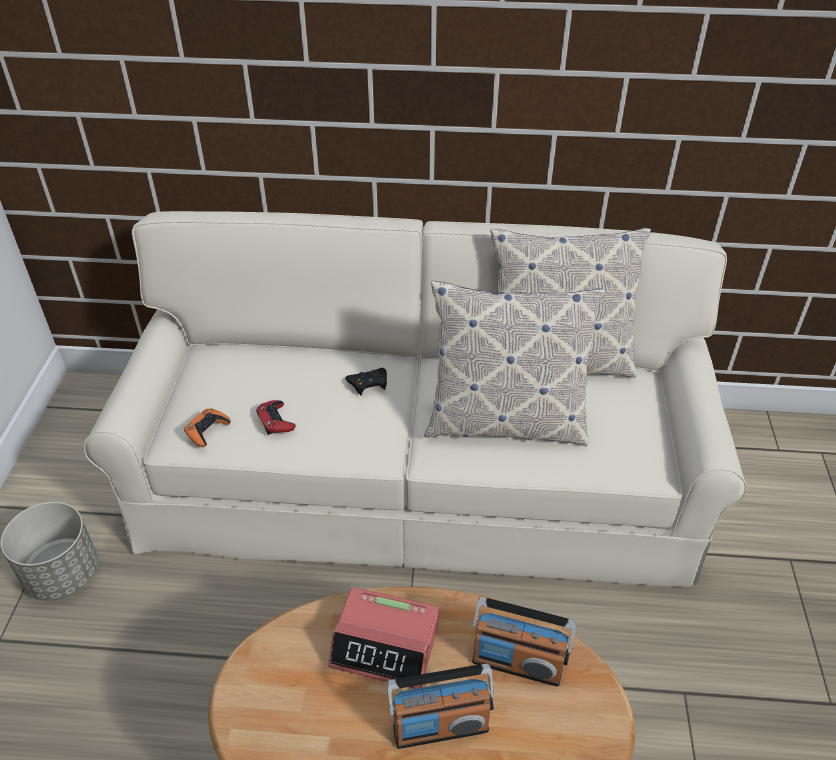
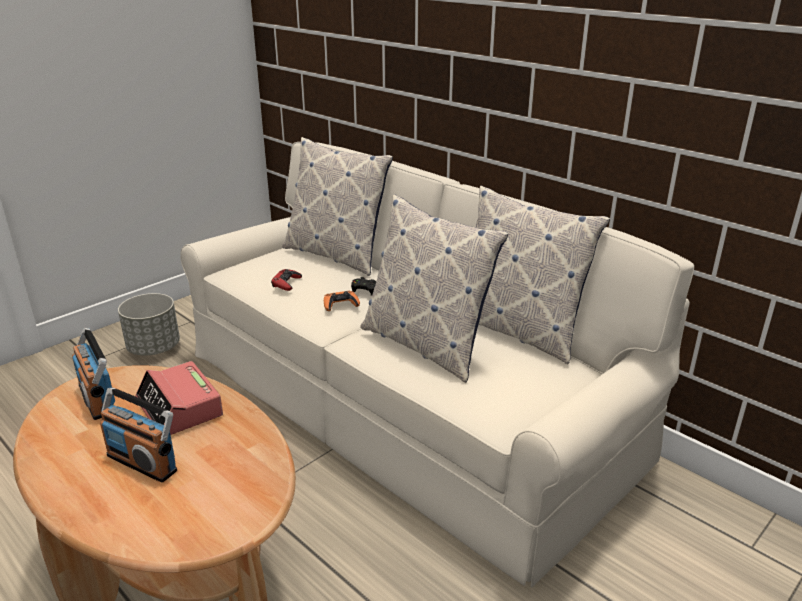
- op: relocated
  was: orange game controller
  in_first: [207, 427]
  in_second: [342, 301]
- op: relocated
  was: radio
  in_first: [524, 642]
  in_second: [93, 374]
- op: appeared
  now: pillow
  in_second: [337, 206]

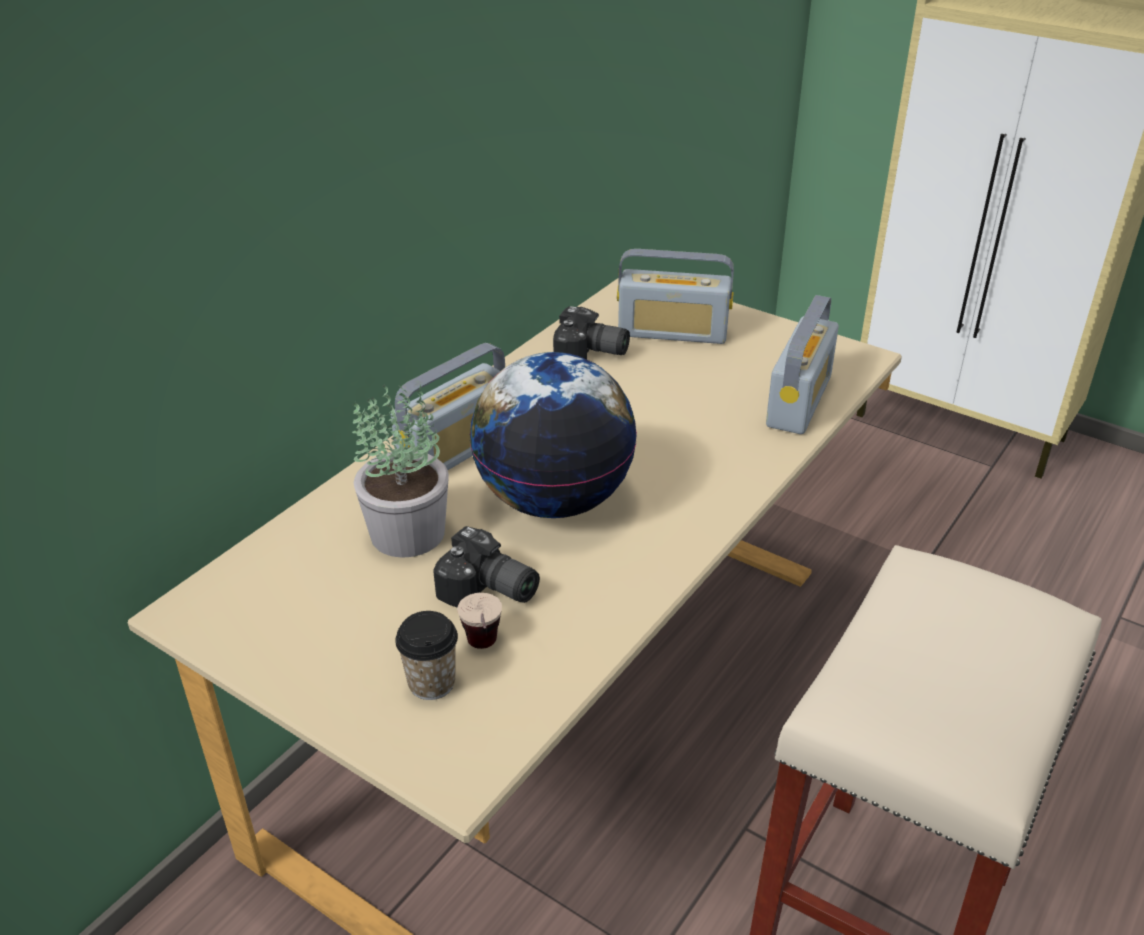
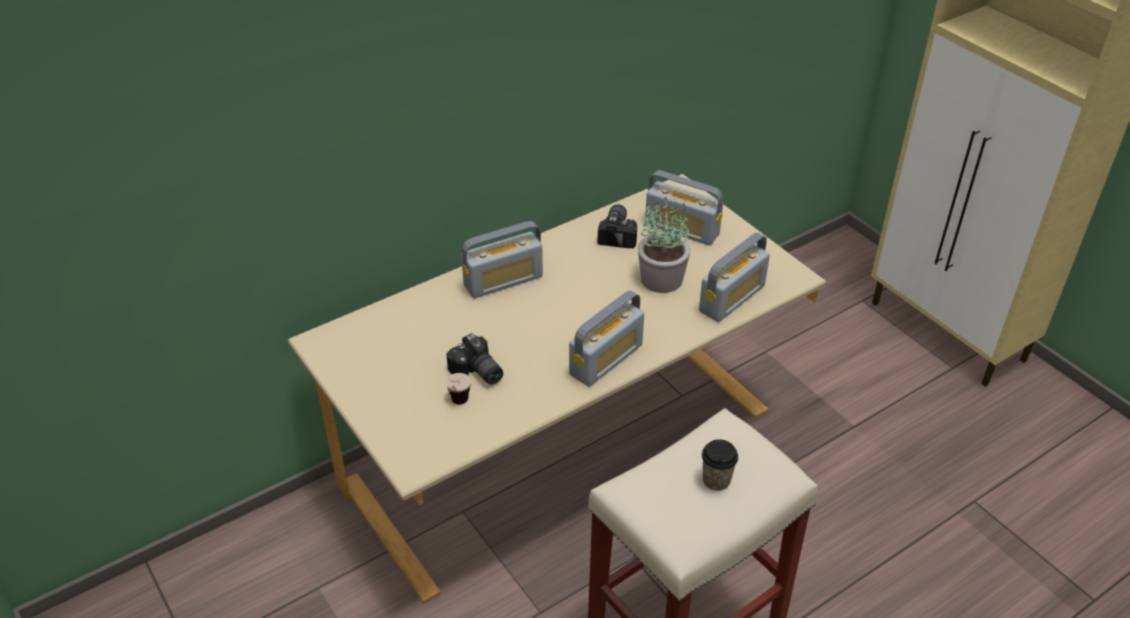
- op: relocated
  was: potted plant
  in_first: [400, 469]
  in_second: [664, 245]
- op: relocated
  was: cup
  in_first: [426, 655]
  in_second: [720, 465]
- op: missing
  was: globe
  in_first: [553, 435]
- op: spun
  was: photo camera
  in_first: [591, 332]
  in_second: [617, 226]
  clockwise: -120
- op: appeared
  now: radio
  in_second: [606, 338]

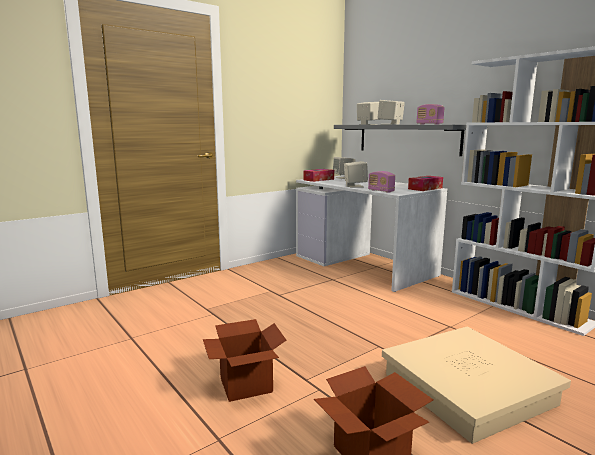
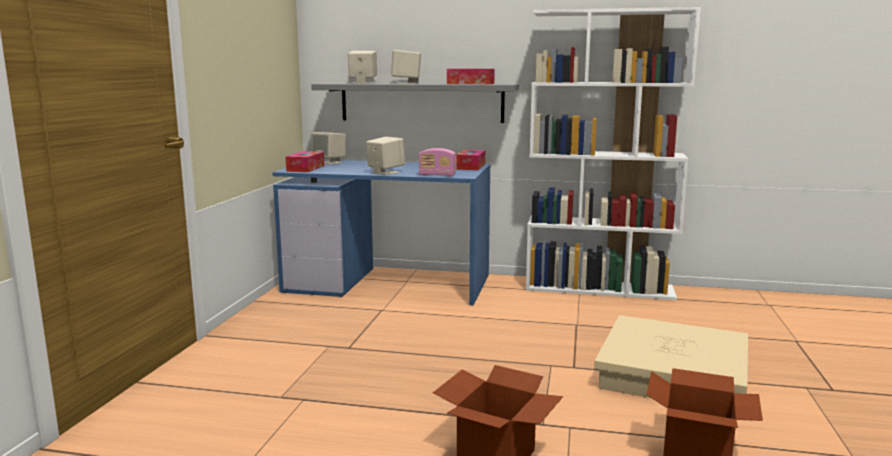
- op: colour
  was: white desk
  now: blue desk
  in_first: [371, 233]
  in_second: [381, 233]
- op: exchanged
  was: radio
  now: tissue box
  in_first: [430, 114]
  in_second: [471, 76]

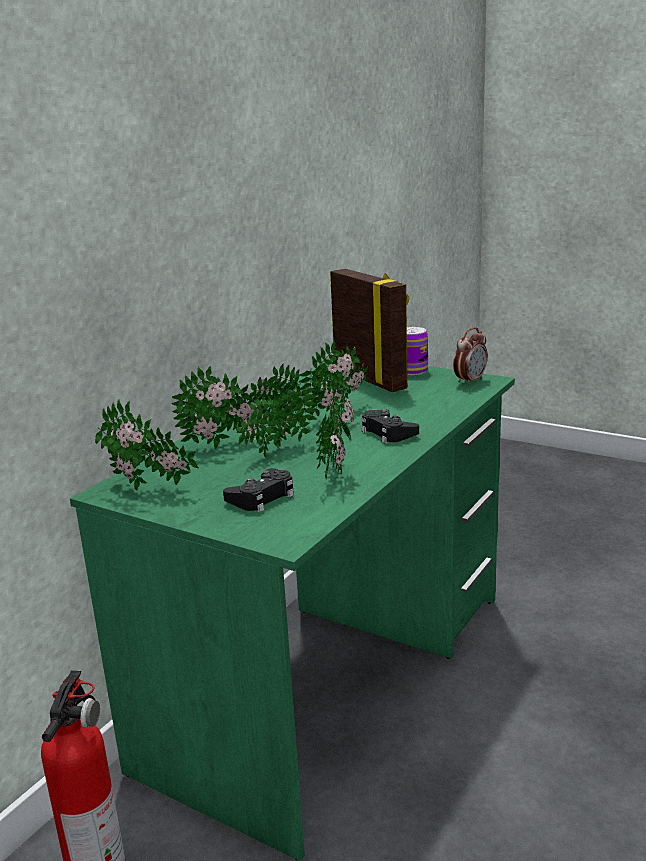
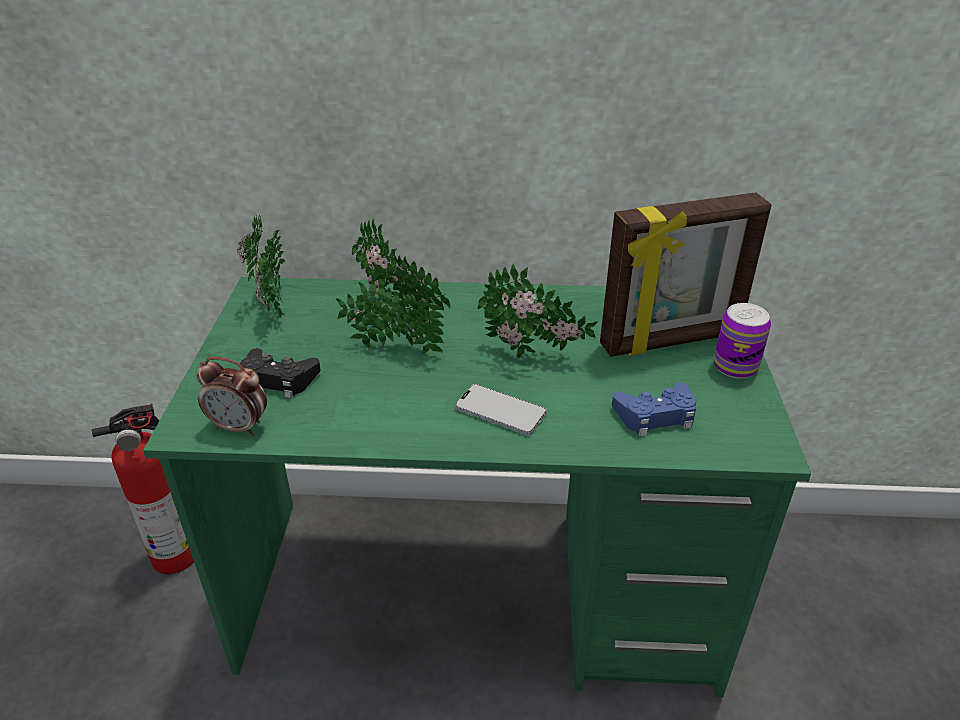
- op: missing
  was: potted plant
  in_first: [335, 432]
- op: spun
  was: picture frame
  in_first: [369, 330]
  in_second: [686, 274]
  clockwise: 45
- op: exchanged
  was: black game controller
  now: phone
  in_first: [390, 426]
  in_second: [501, 409]
- op: relocated
  was: alarm clock
  in_first: [470, 356]
  in_second: [232, 396]
- op: appeared
  now: blue game controller
  in_second: [654, 409]

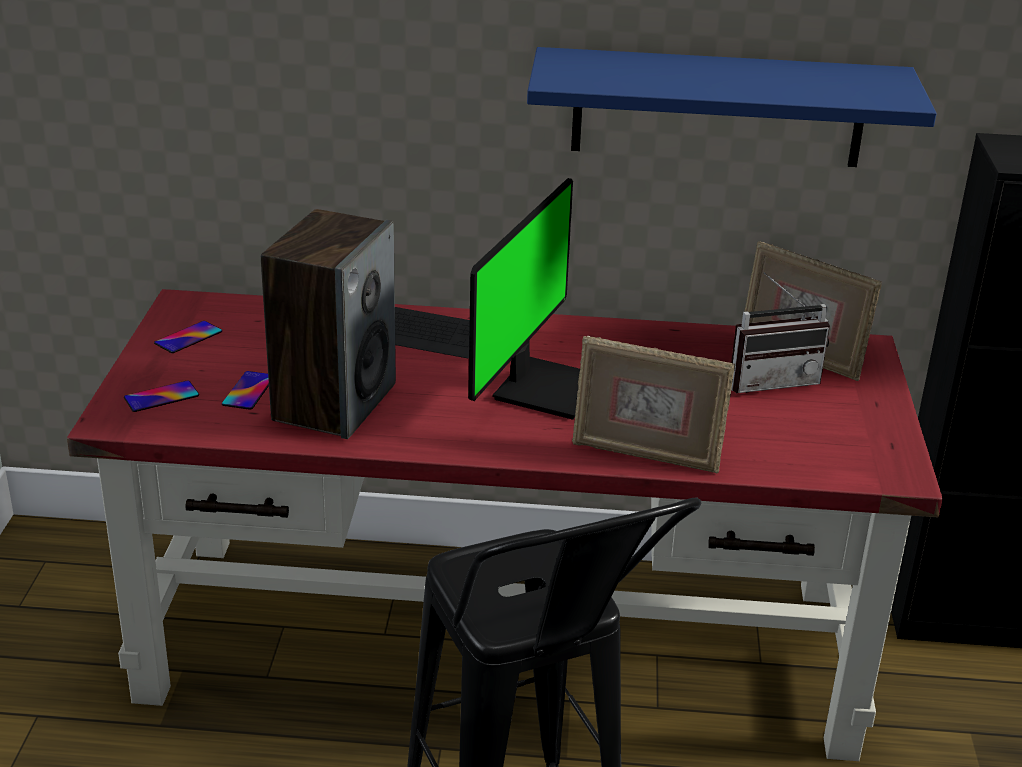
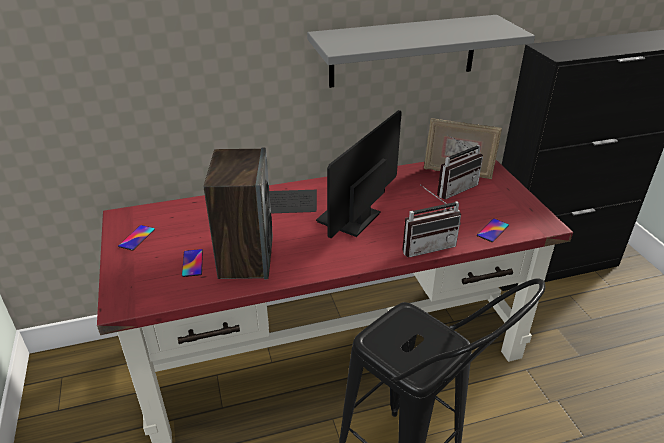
- op: relocated
  was: phone
  in_first: [161, 396]
  in_second: [493, 230]
- op: spun
  was: monitor
  in_first: [524, 299]
  in_second: [359, 174]
  clockwise: -150
- op: colour
  was: blue shelf
  now: grey shelf
  in_first: [731, 107]
  in_second: [421, 51]
- op: exchanged
  was: picture frame
  now: radio
  in_first: [653, 404]
  in_second: [431, 220]

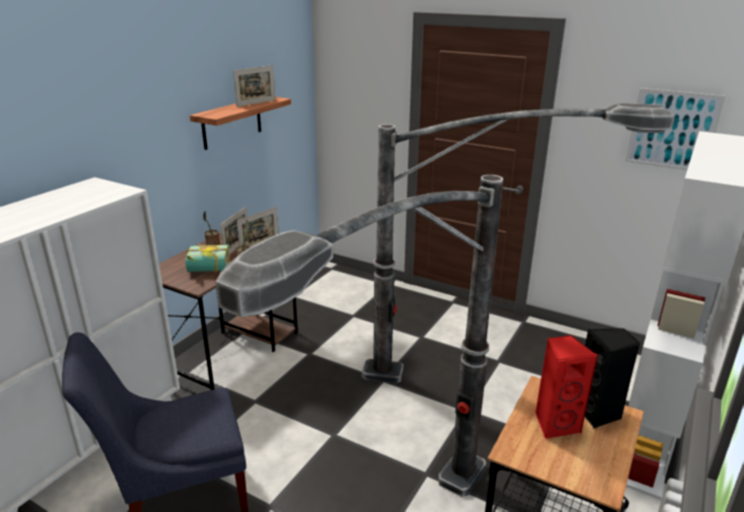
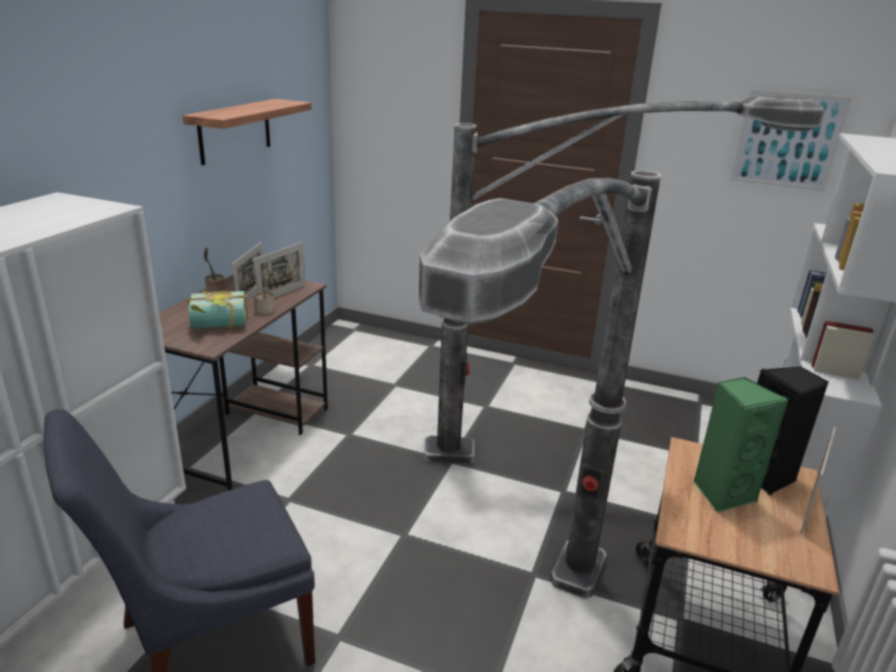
- op: relocated
  was: picture frame
  in_first: [254, 86]
  in_second: [818, 480]
- op: colour
  was: red speaker
  now: green speaker
  in_first: [566, 387]
  in_second: [740, 445]

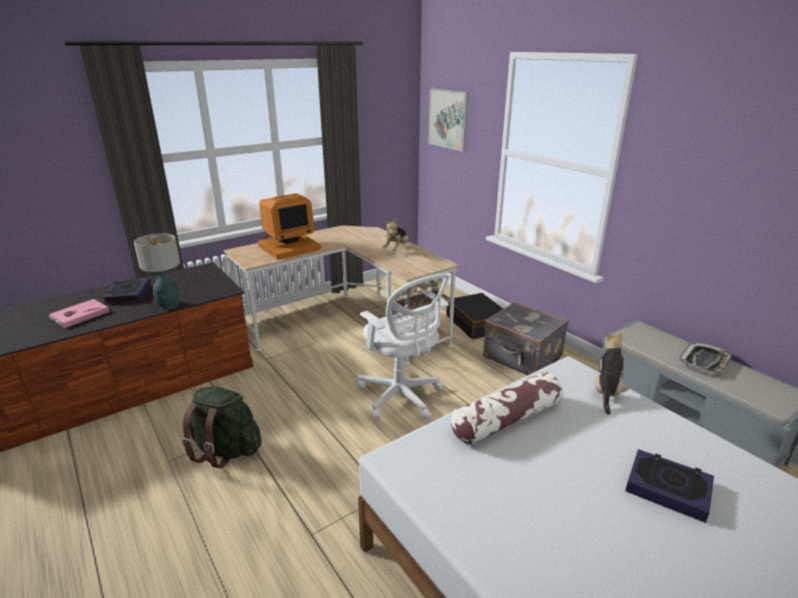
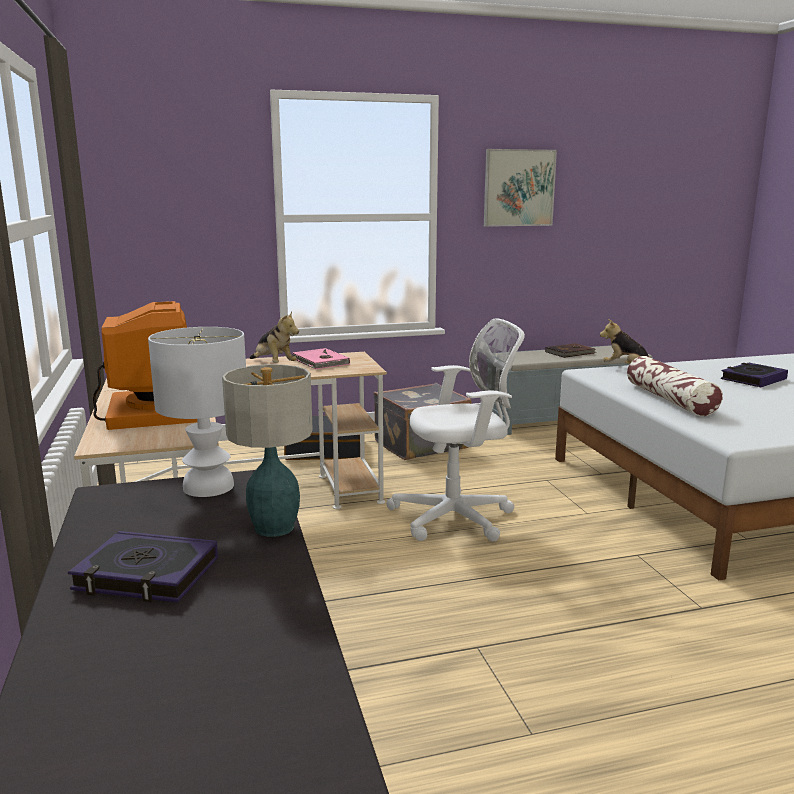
- op: relocated
  was: pink book
  in_first: [78, 313]
  in_second: [321, 358]
- op: missing
  was: green backpack
  in_first: [222, 427]
- op: relocated
  was: picture
  in_first: [448, 120]
  in_second: [520, 188]
- op: exchanged
  was: tray
  now: brown book
  in_first: [705, 357]
  in_second: [570, 350]
- op: appeared
  now: white table lamp
  in_second: [197, 412]

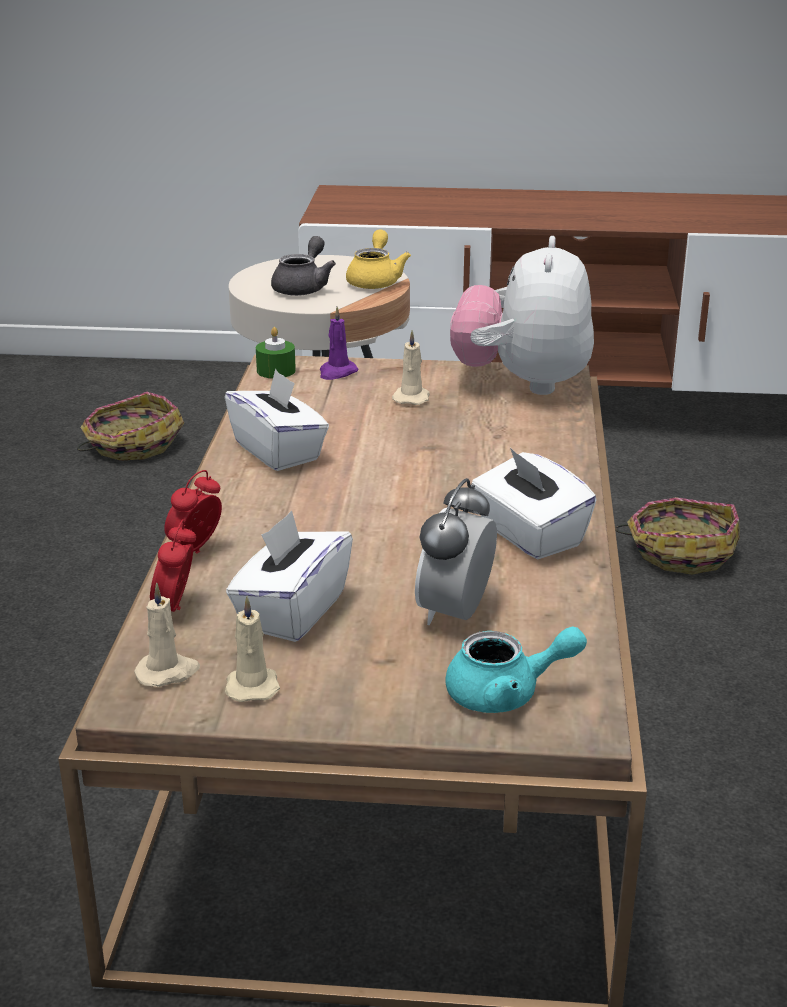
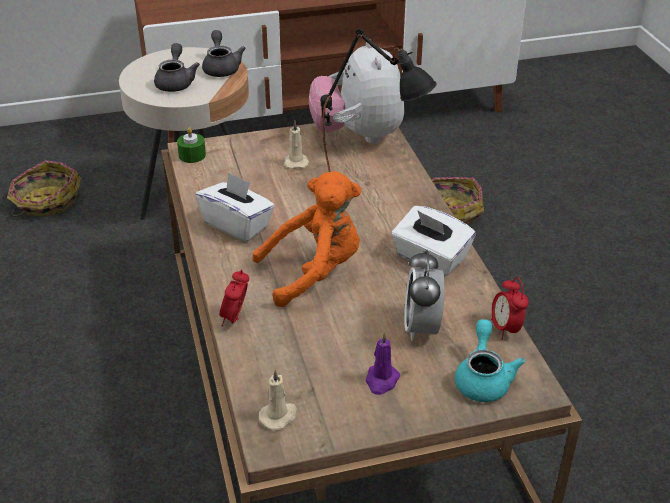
- op: relocated
  was: alarm clock
  in_first: [173, 565]
  in_second: [510, 308]
- op: missing
  was: beige candle
  in_first: [252, 649]
- op: missing
  was: white tissue box
  in_first: [289, 576]
- op: relocated
  was: purple candle
  in_first: [339, 343]
  in_second: [382, 363]
- op: colour
  was: yellow teapot
  now: grey teapot
  in_first: [378, 259]
  in_second: [224, 53]
- op: spun
  was: turquoise teapot
  in_first: [516, 669]
  in_second: [490, 360]
  clockwise: -60
- op: appeared
  now: orange plush toy
  in_second: [306, 239]
- op: appeared
  now: black table lamp
  in_second: [378, 100]

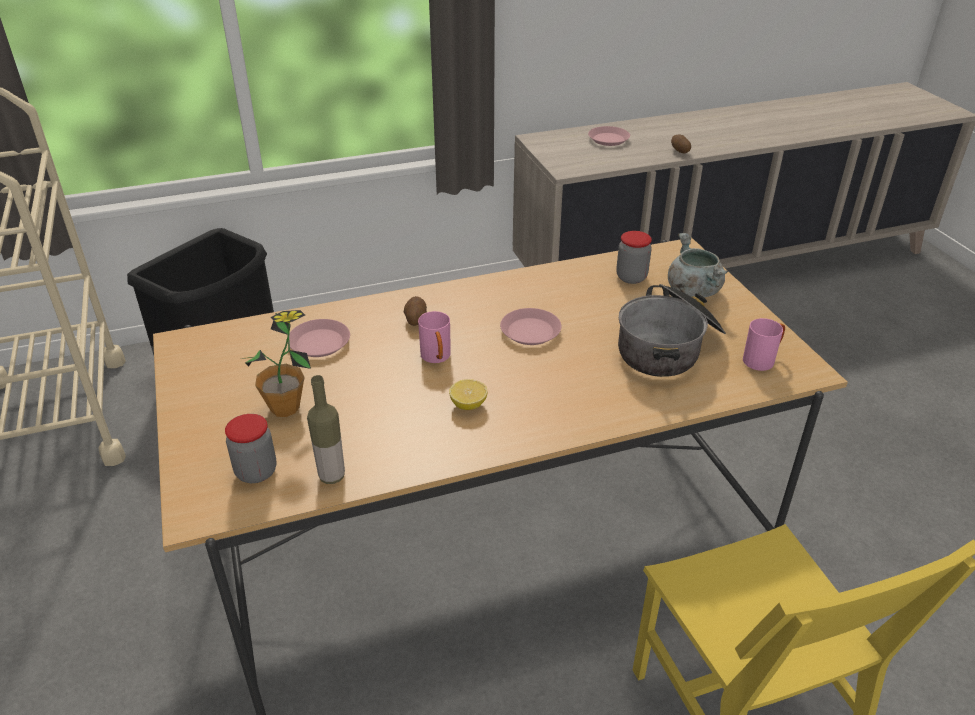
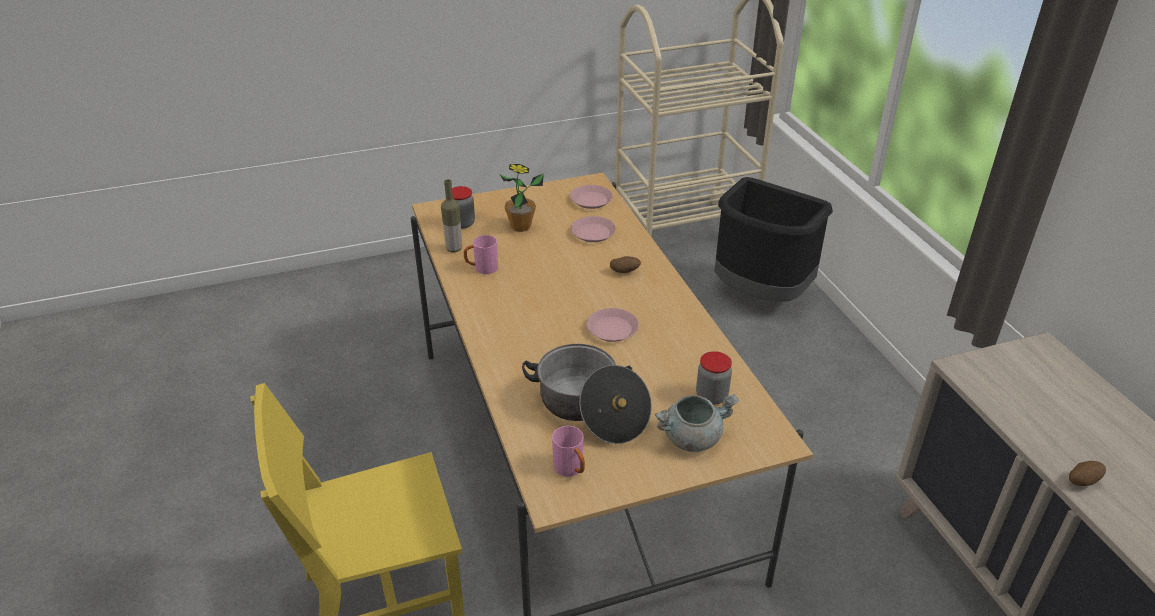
- op: relocated
  was: pink mug
  in_first: [434, 337]
  in_second: [481, 254]
- op: missing
  was: lemon
  in_first: [468, 394]
- op: relocated
  was: pink plate
  in_first: [609, 136]
  in_second: [591, 197]

